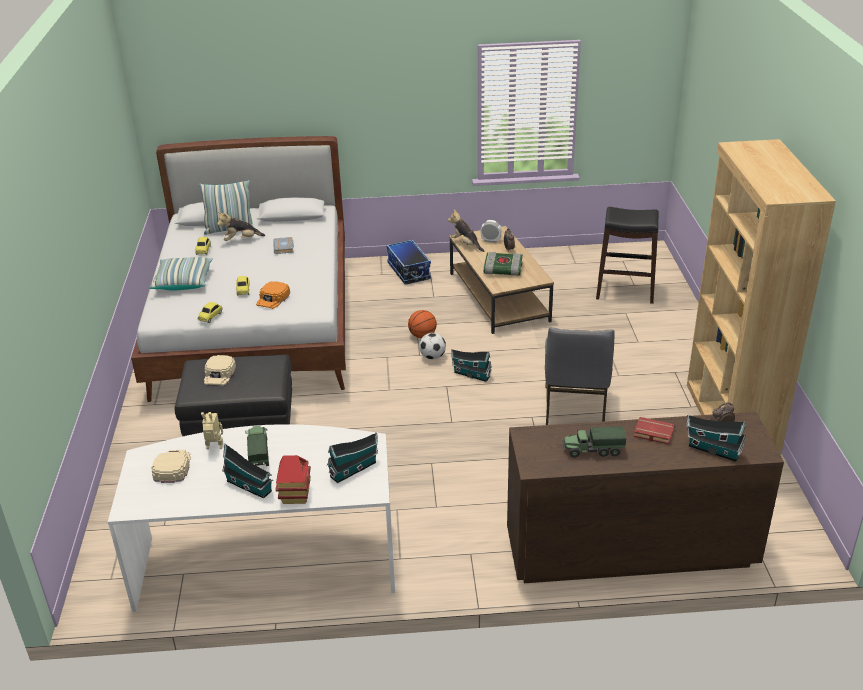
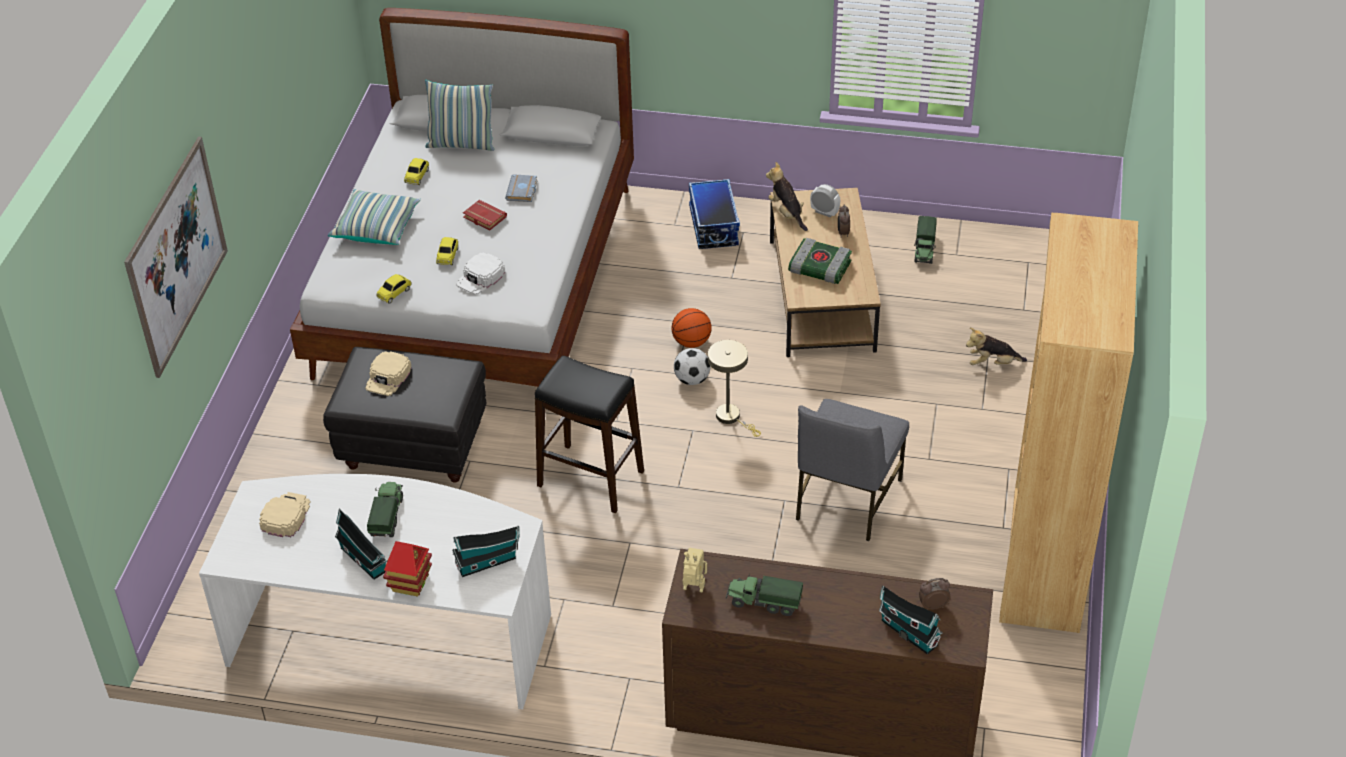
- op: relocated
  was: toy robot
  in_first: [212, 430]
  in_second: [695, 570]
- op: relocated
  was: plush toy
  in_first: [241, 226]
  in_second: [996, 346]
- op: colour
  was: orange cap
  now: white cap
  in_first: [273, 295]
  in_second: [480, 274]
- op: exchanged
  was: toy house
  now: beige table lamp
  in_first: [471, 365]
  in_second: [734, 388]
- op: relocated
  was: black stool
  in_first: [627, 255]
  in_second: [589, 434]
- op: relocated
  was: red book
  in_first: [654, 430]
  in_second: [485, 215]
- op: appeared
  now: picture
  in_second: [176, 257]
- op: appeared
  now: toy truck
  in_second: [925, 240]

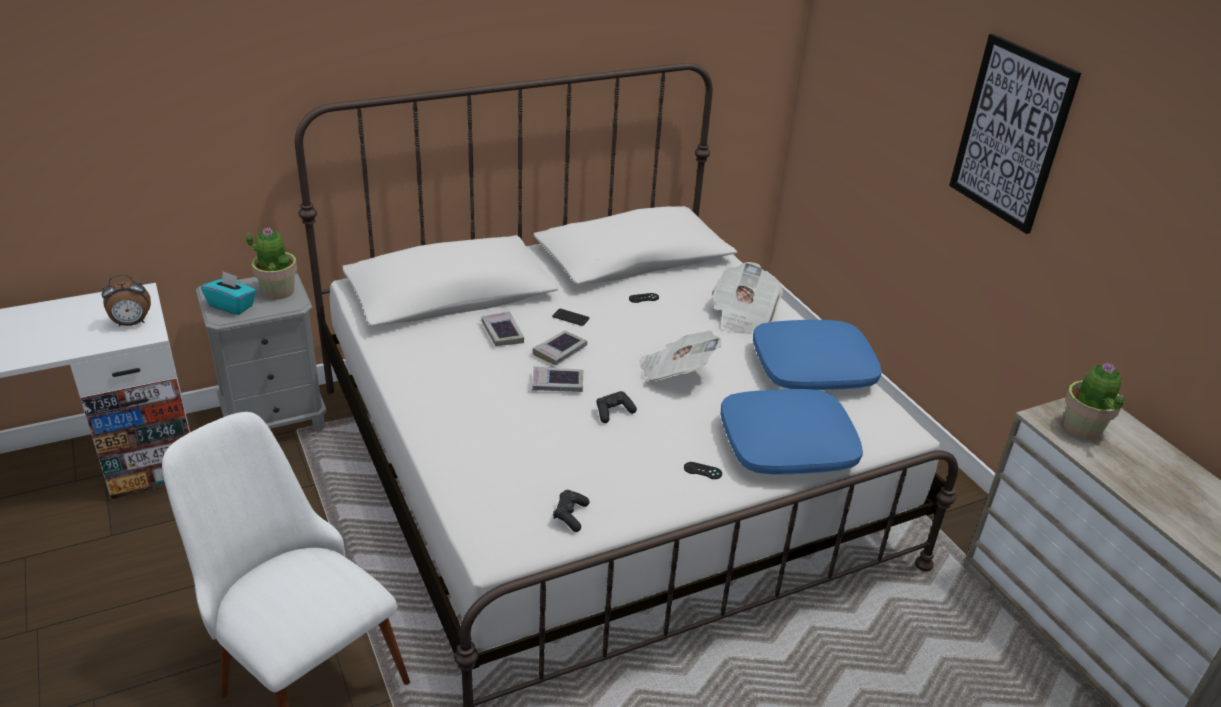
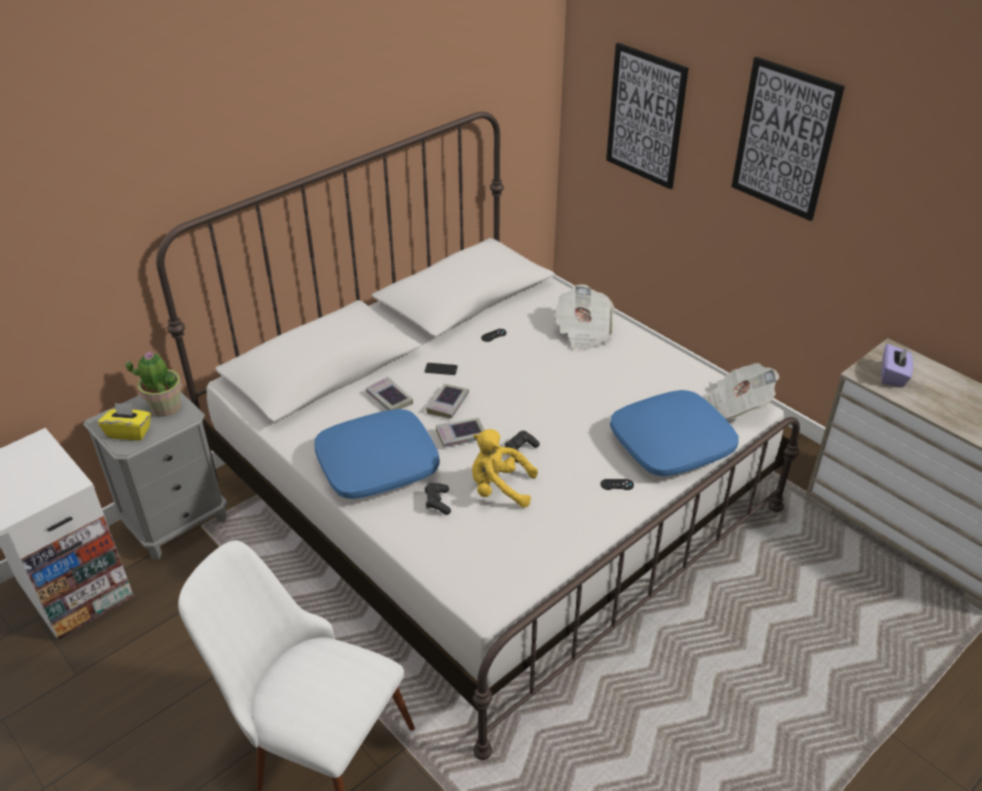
- op: missing
  was: alarm clock
  in_first: [126, 301]
- op: colour
  was: turquoise tissue box
  now: yellow tissue box
  in_first: [228, 293]
  in_second: [124, 422]
- op: relocated
  was: black game controller
  in_first: [571, 511]
  in_second: [438, 499]
- op: relocated
  was: newspaper
  in_first: [680, 356]
  in_second: [741, 391]
- op: relocated
  was: blue pillow
  in_first: [817, 355]
  in_second: [377, 454]
- op: exchanged
  was: potted plant
  now: purple tissue box
  in_first: [1094, 401]
  in_second: [897, 365]
- op: appeared
  now: yellow plush toy
  in_second: [505, 468]
- op: appeared
  now: picture
  in_second: [647, 116]

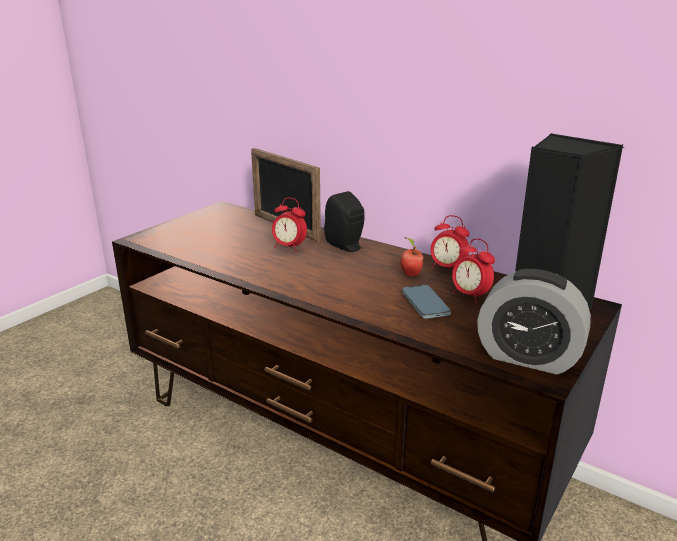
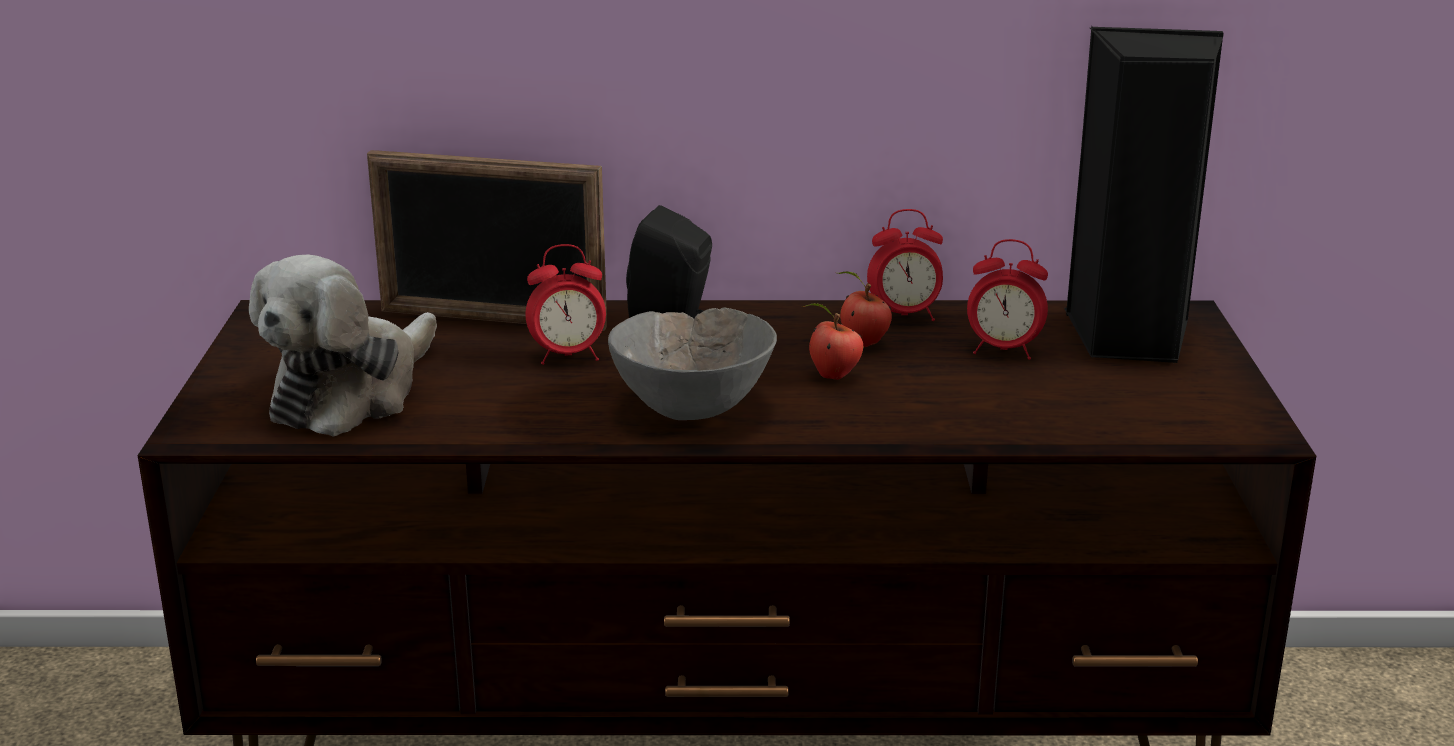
- op: missing
  was: phone
  in_first: [426, 302]
- op: missing
  was: alarm clock
  in_first: [534, 321]
- op: appeared
  now: plush toy
  in_second: [343, 346]
- op: appeared
  now: grey bowl
  in_second: [692, 363]
- op: appeared
  now: apple
  in_second: [832, 341]

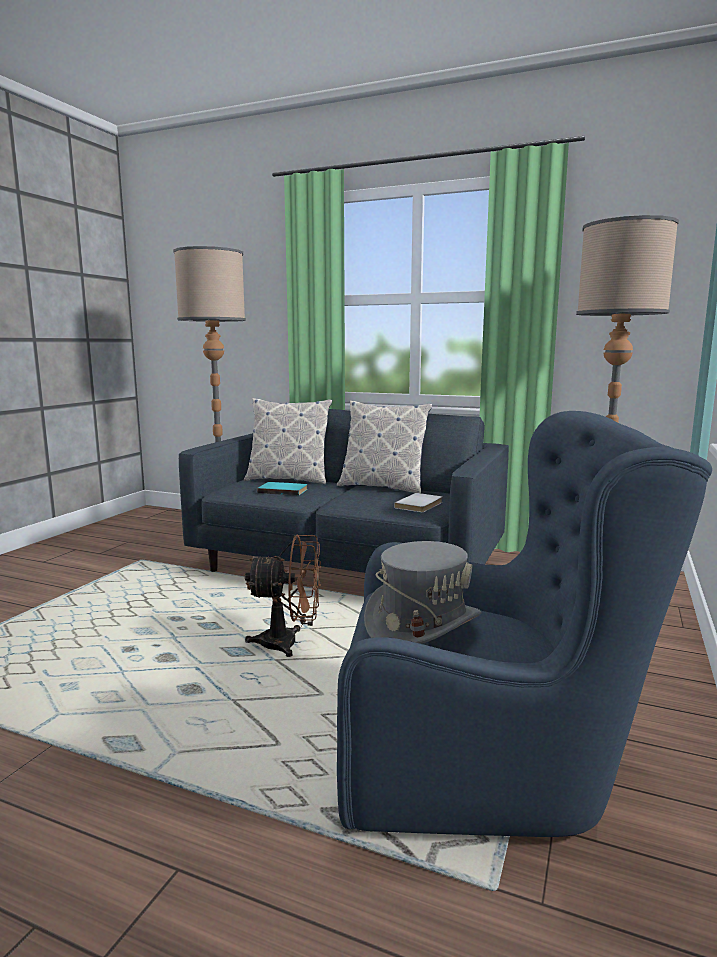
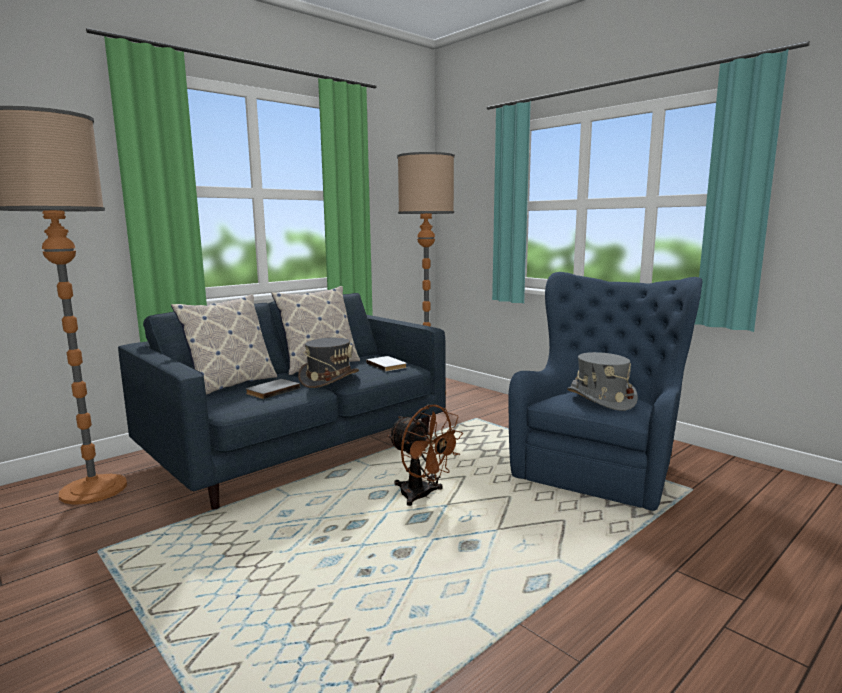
- op: spun
  was: brown fan
  in_first: [283, 596]
  in_second: [425, 455]
  clockwise: 105
- op: colour
  was: turquoise book
  now: grey book
  in_first: [282, 489]
  in_second: [273, 389]
- op: appeared
  now: grey hat
  in_second: [328, 363]

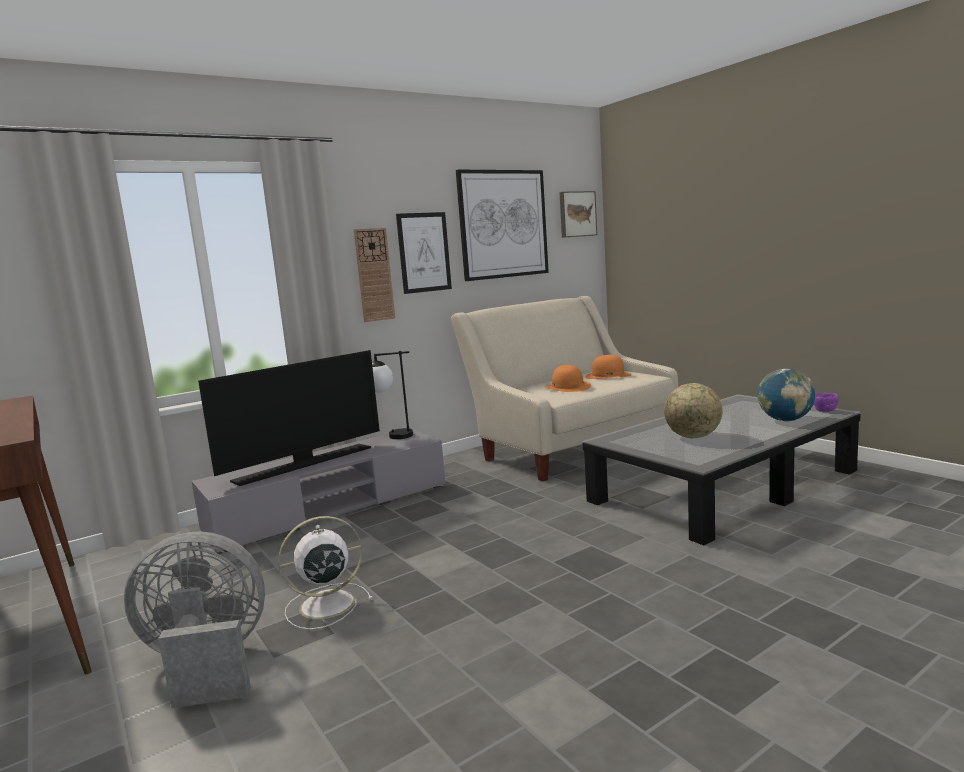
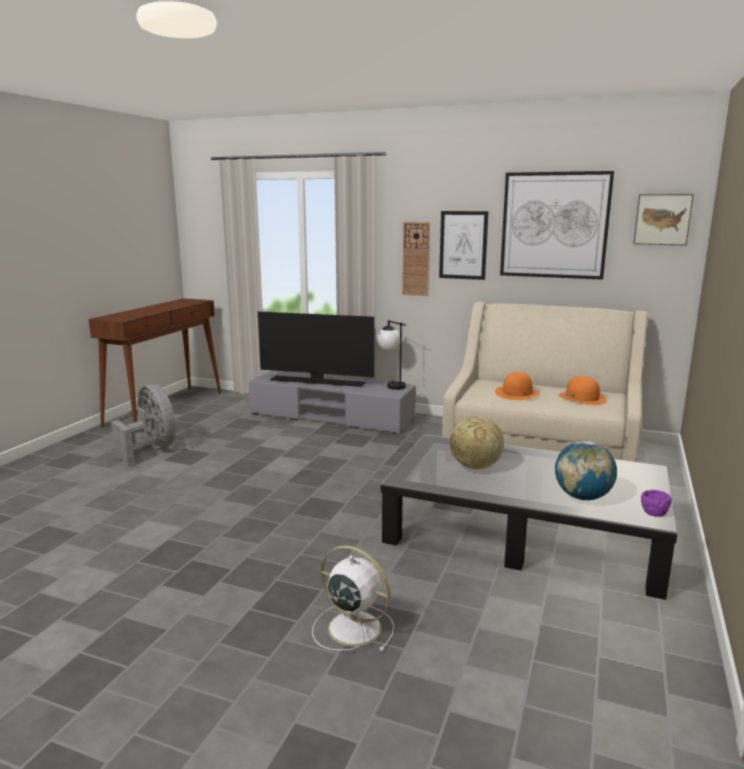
- op: relocated
  was: white fan
  in_first: [325, 573]
  in_second: [353, 598]

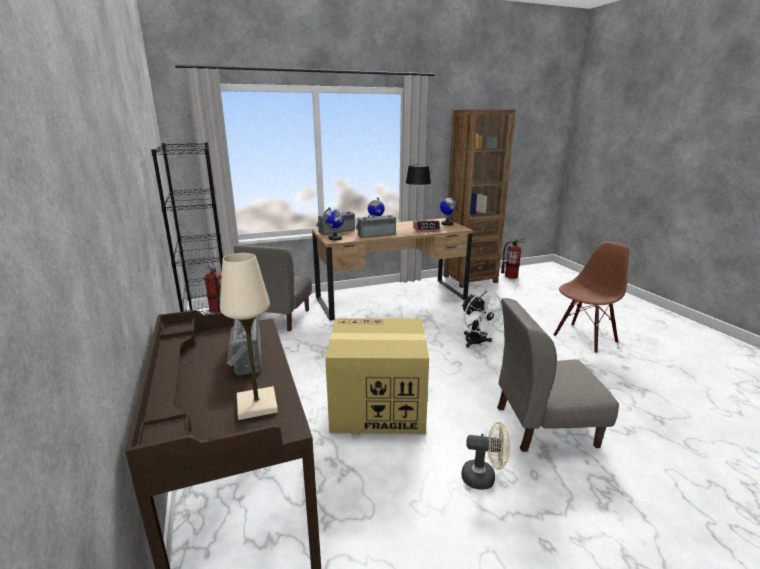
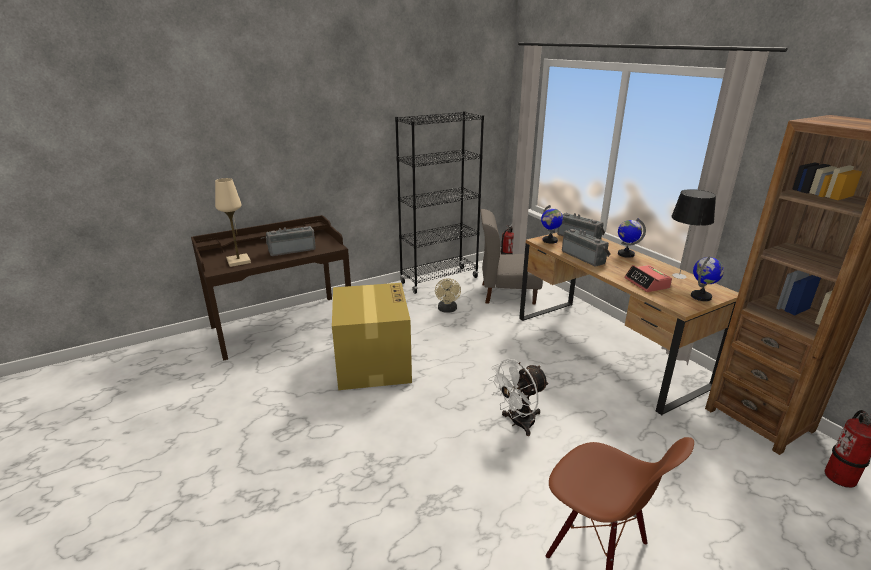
- op: relocated
  was: beige fan
  in_first: [485, 456]
  in_second: [448, 295]
- op: missing
  was: grey chair
  in_first: [558, 375]

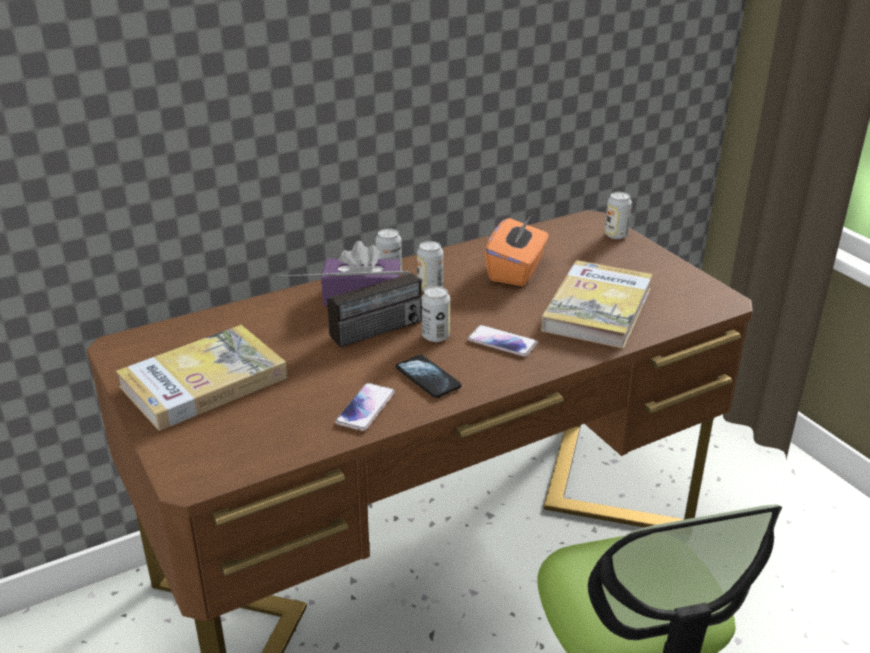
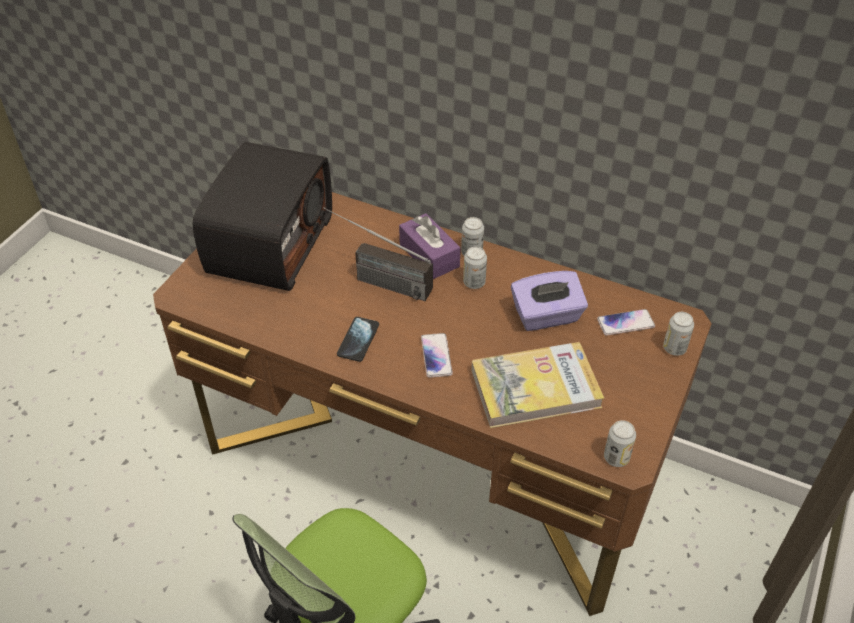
- op: exchanged
  was: book
  now: radio
  in_first: [201, 378]
  in_second: [262, 216]
- op: relocated
  was: phone
  in_first: [365, 407]
  in_second: [626, 322]
- op: relocated
  was: can
  in_first: [436, 314]
  in_second: [620, 443]
- op: colour
  was: orange tissue box
  now: purple tissue box
  in_first: [517, 250]
  in_second: [549, 301]

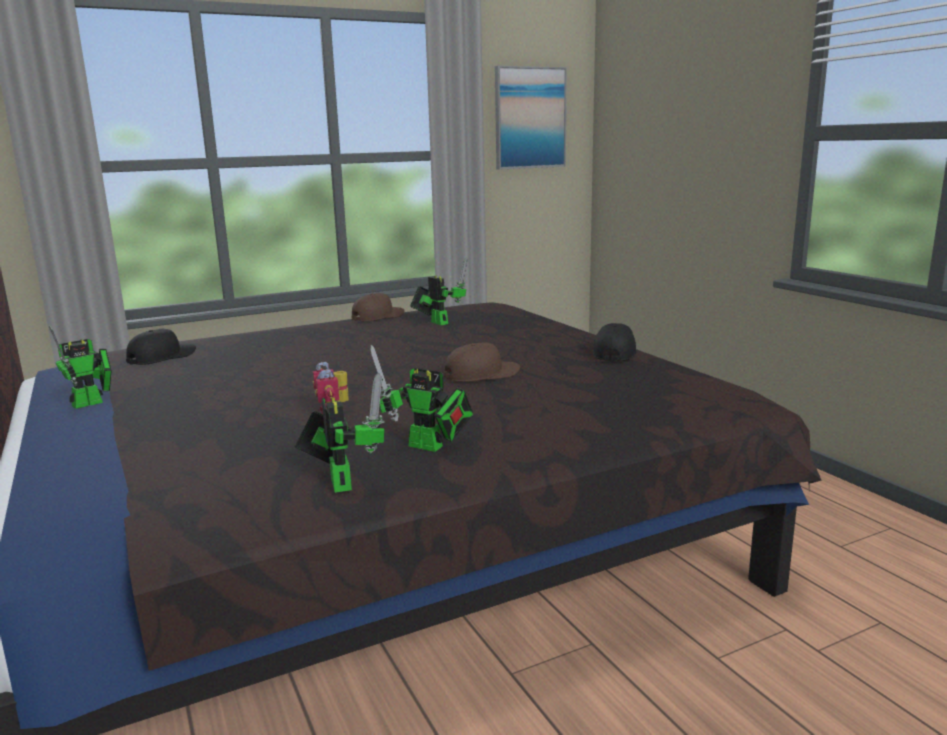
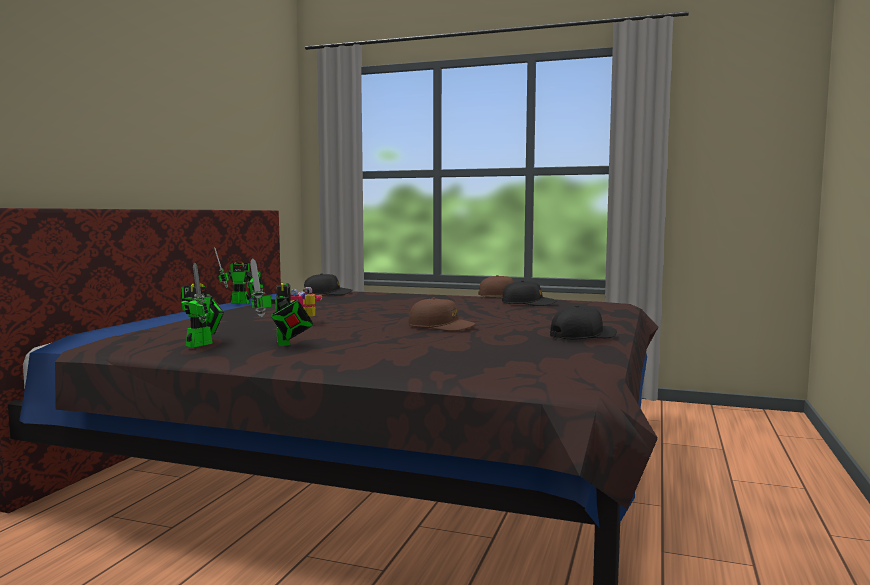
- op: exchanged
  was: toy robot
  now: black cap
  in_first: [438, 291]
  in_second: [529, 293]
- op: missing
  was: picture
  in_first: [531, 118]

